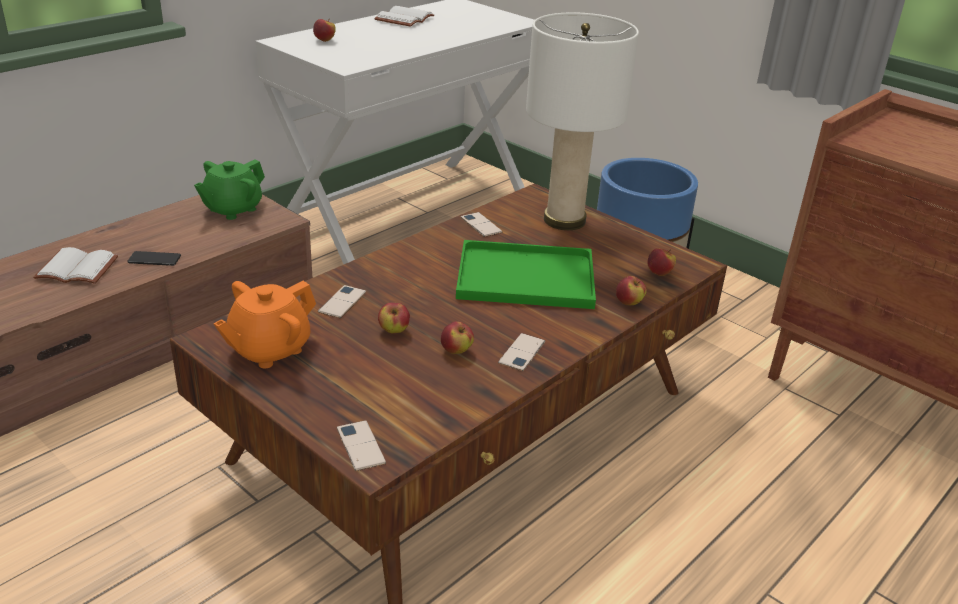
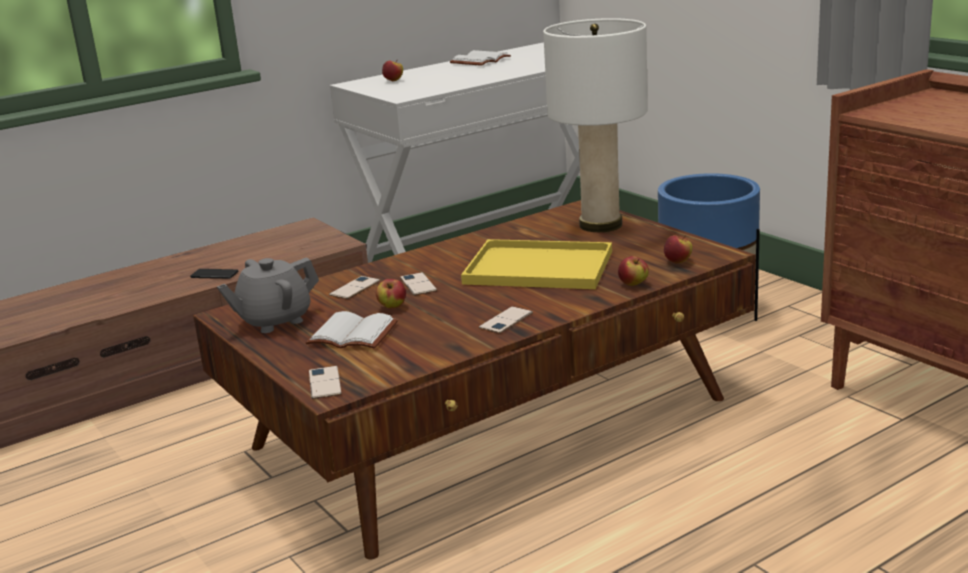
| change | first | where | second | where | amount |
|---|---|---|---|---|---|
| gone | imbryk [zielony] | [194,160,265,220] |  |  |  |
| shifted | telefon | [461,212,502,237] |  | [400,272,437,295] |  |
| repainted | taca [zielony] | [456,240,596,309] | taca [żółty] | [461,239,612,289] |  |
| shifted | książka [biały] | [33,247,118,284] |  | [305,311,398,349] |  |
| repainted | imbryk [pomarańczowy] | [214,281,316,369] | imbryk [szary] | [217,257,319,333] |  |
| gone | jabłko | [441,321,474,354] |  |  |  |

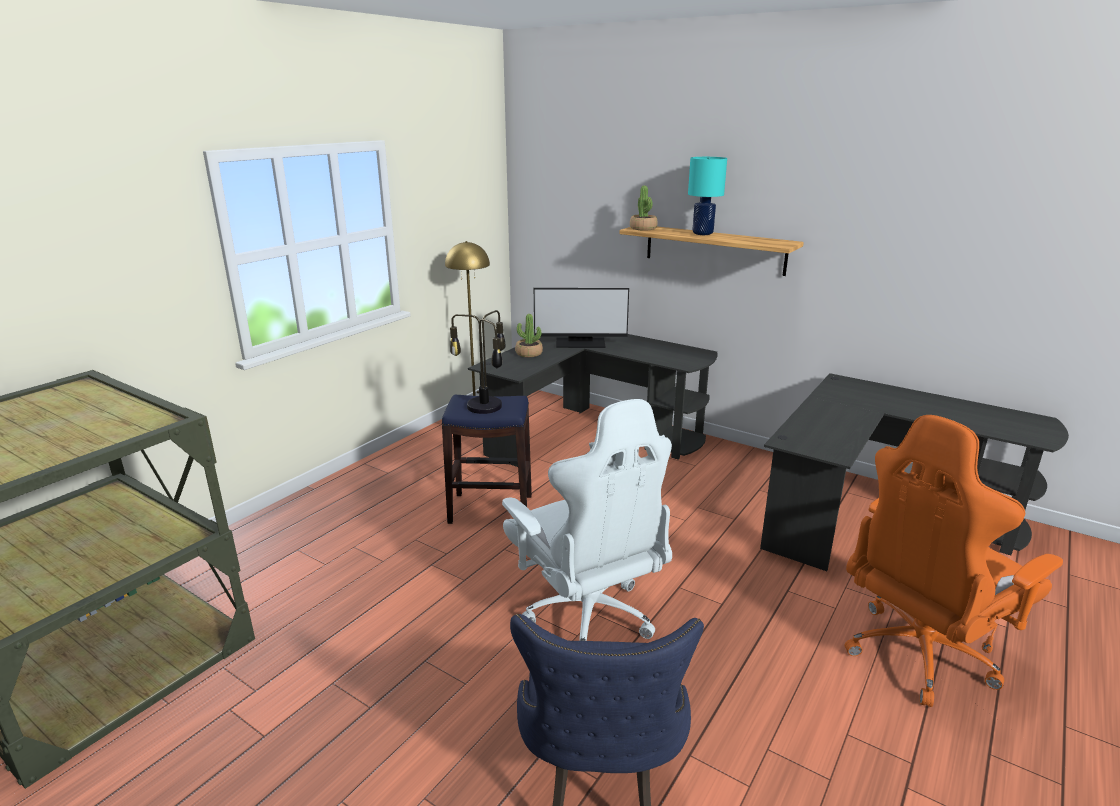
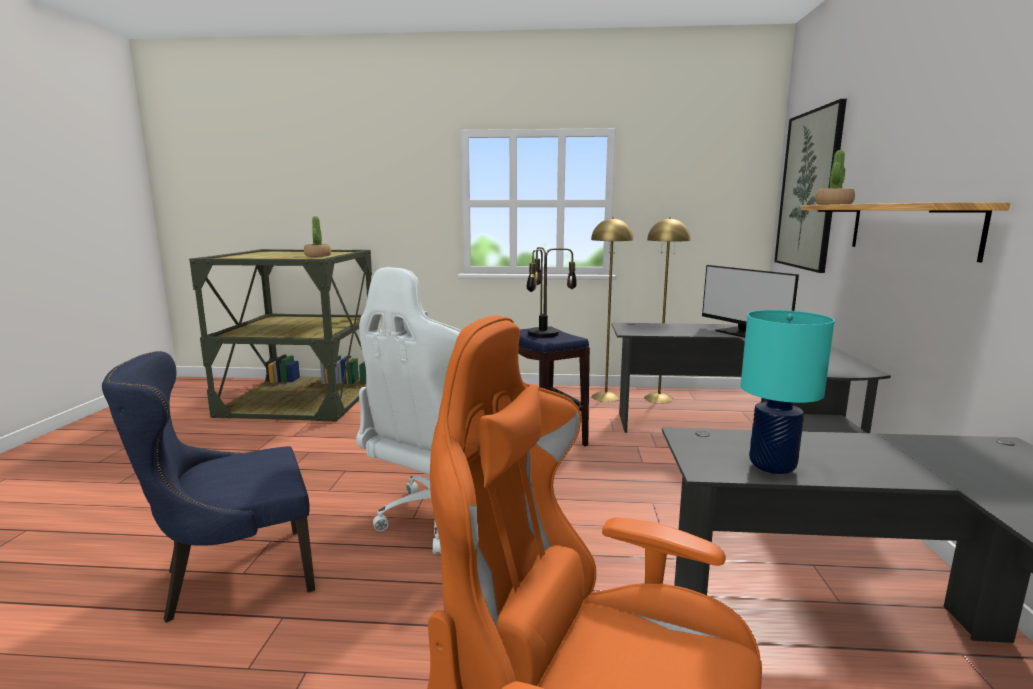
| change | first | where | second | where | amount |
|---|---|---|---|---|---|
| shifted | lampa stołowa [turkusowy] | [688,157,727,235] |  | [741,310,835,474] |  |
| shifted | roślina doniczkowa | [515,314,543,357] |  | [304,216,331,257] |  |
| new |  |  | obraz | [774,99,847,273] |  |
| new |  |  | lampa stojąca [żółty] | [591,217,633,402] |  |

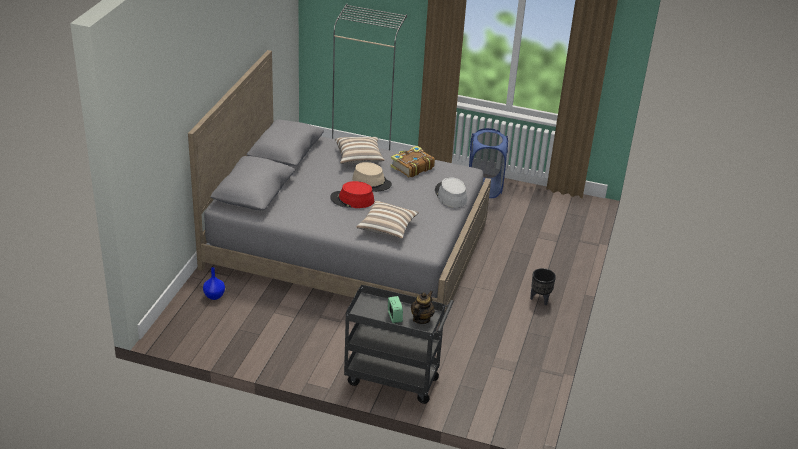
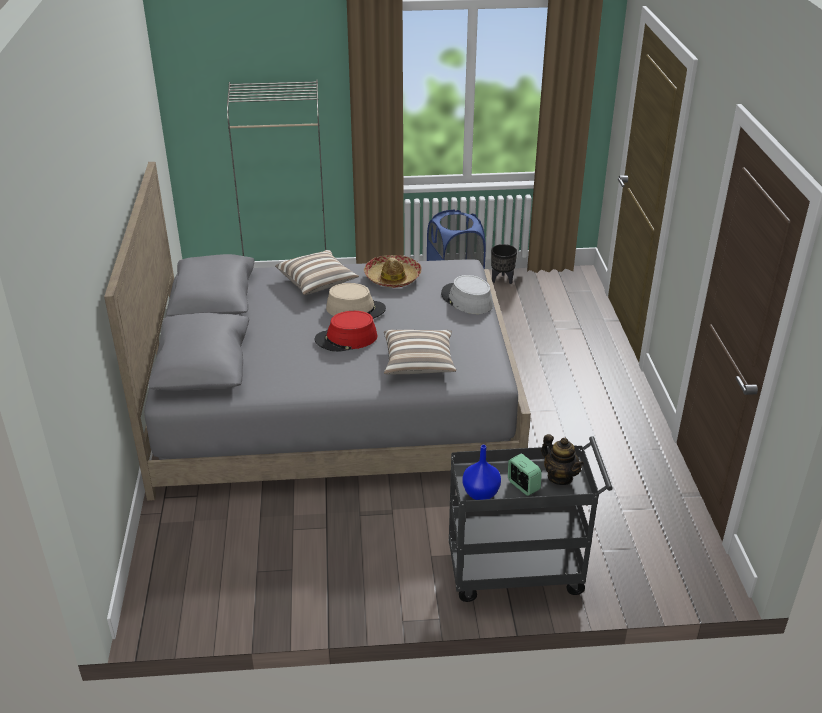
| change | first | where | second | where | amount |
|---|---|---|---|---|---|
| swapped | książka | [390,146,435,178] | kapelusz | [364,255,421,288] |  |
| shifted | wazon [niebieski] | [203,267,225,300] |  | [463,445,501,500] |  |
| shifted | donica [czarny] | [530,268,556,305] |  | [491,244,517,284] |  |
| rotated | imbryk | [411,291,435,324] |  | [541,434,584,485] | 135 degrees clockwise |

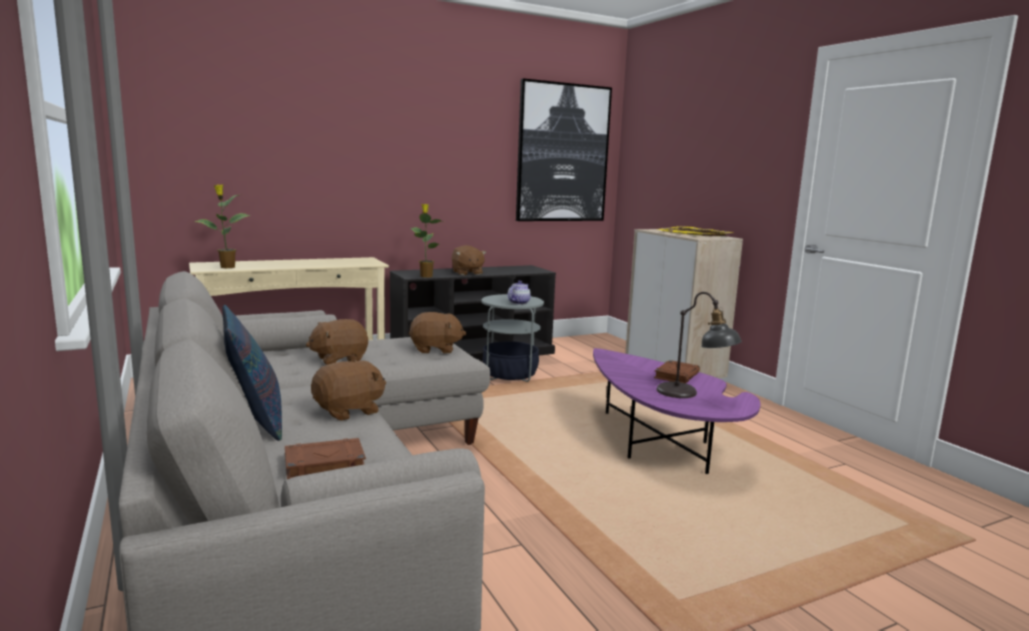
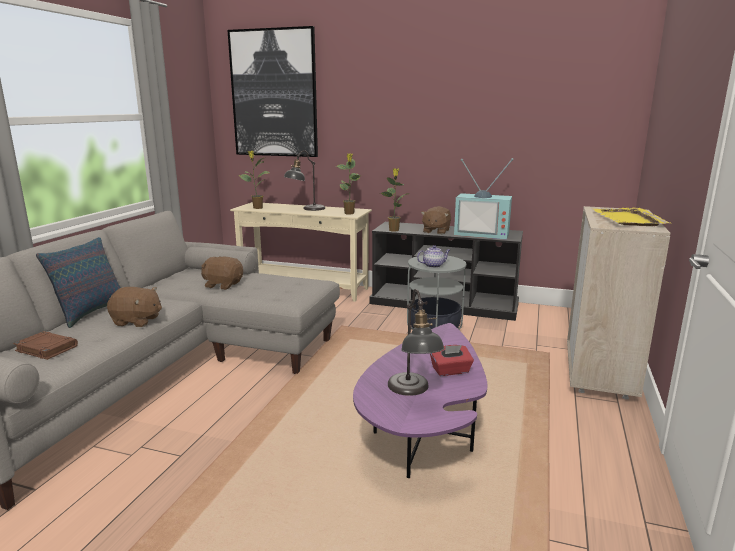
| change | first | where | second | where | amount |
|---|---|---|---|---|---|
| shifted | obraz | [516,78,612,221] |  | [228,26,318,157] |  |
| gone | pluszak [brązowy] | [409,312,466,353] |  |  |  |
| swapped | książka [brązowy] | [654,360,700,383] | pudełko chusteczek [czerwony] | [430,345,474,376] |  |
| new |  |  | lampa stołowa [szary] | [284,150,325,211] |  |
| new |  |  | roślina doniczkowa | [336,153,360,215] |  |
| new |  |  | telewizor | [454,158,514,239] |  |

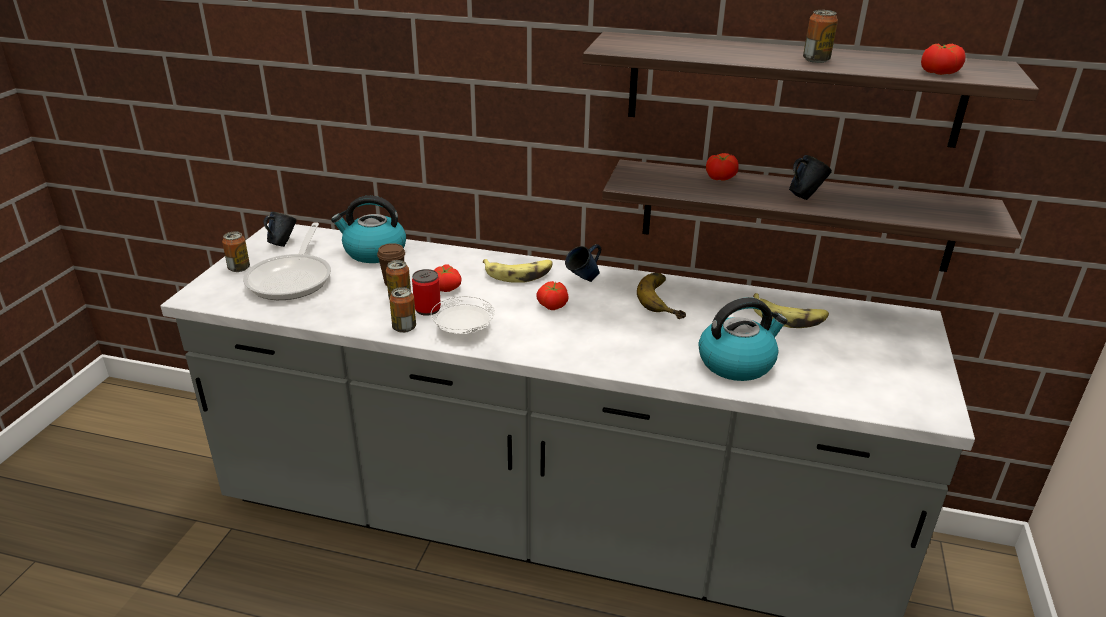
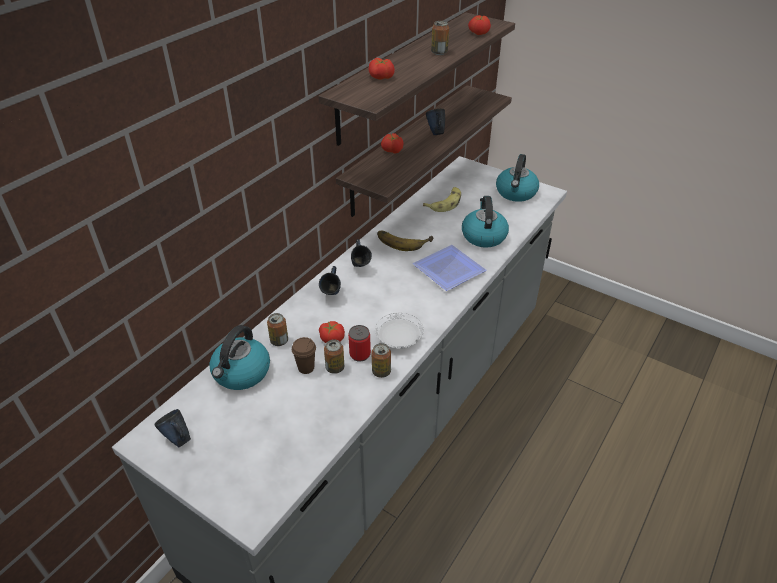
| change | first | where | second | where | amount |
|---|---|---|---|---|---|
| gone | patelnia | [243,222,331,300] |  |  |  |
| shifted | puszka | [222,231,250,272] |  | [267,313,288,346] |  |
| swapped | banan | [483,259,553,283] | kubek [niebieski] | [319,266,341,295] |  |
| shifted | pomidor | [536,281,569,310] |  | [369,58,395,80] |  |
| new |  |  | czajnik | [496,154,539,202] |  |
| new |  |  | talerz | [413,245,486,291] |  |

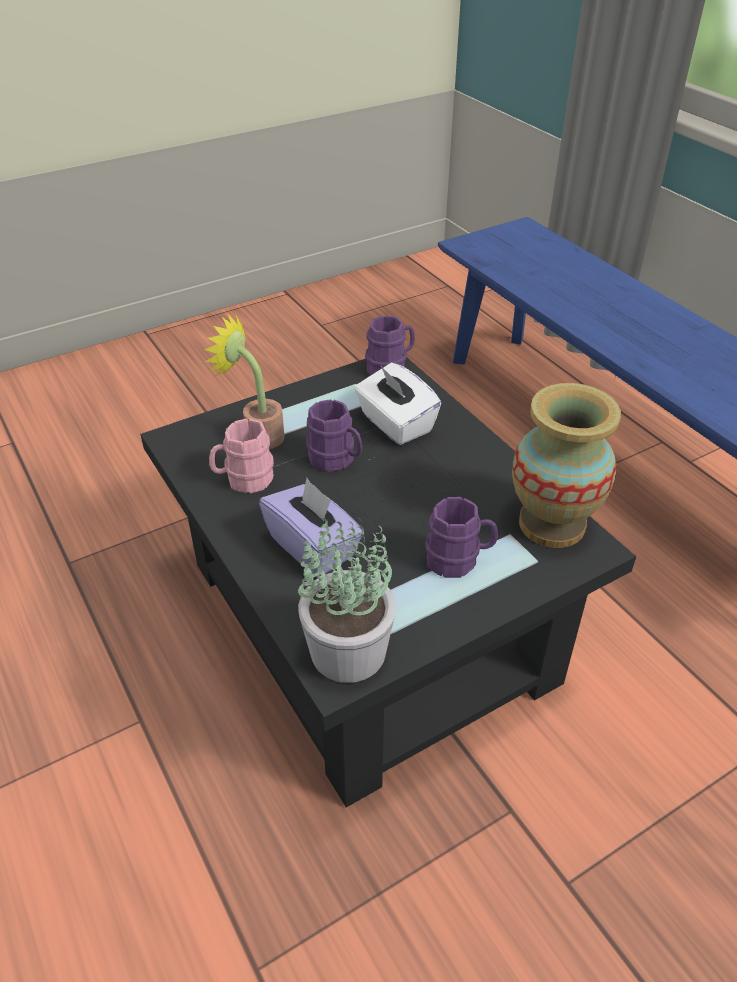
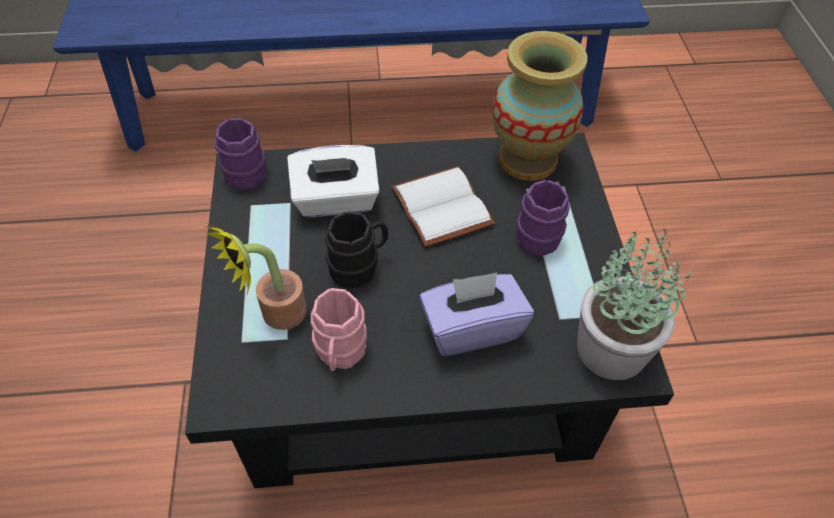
| change | first | where | second | where | amount |
|---|---|---|---|---|---|
| repainted | kubek [fioletowy] | [306,399,362,472] | kubek [czarny] | [325,211,388,288] |  |
| new |  |  | książka [biały] | [392,166,495,247] |  |

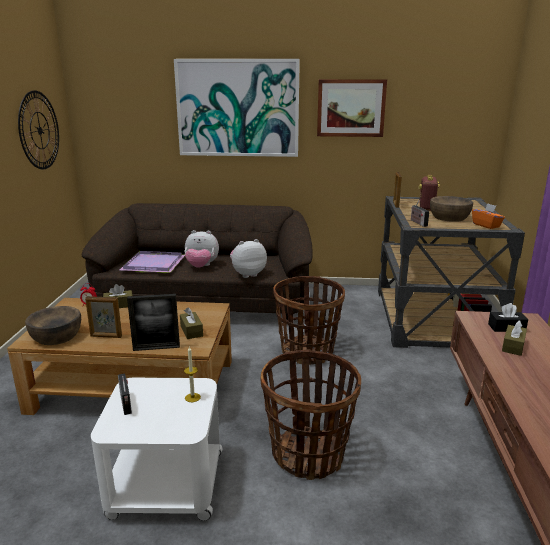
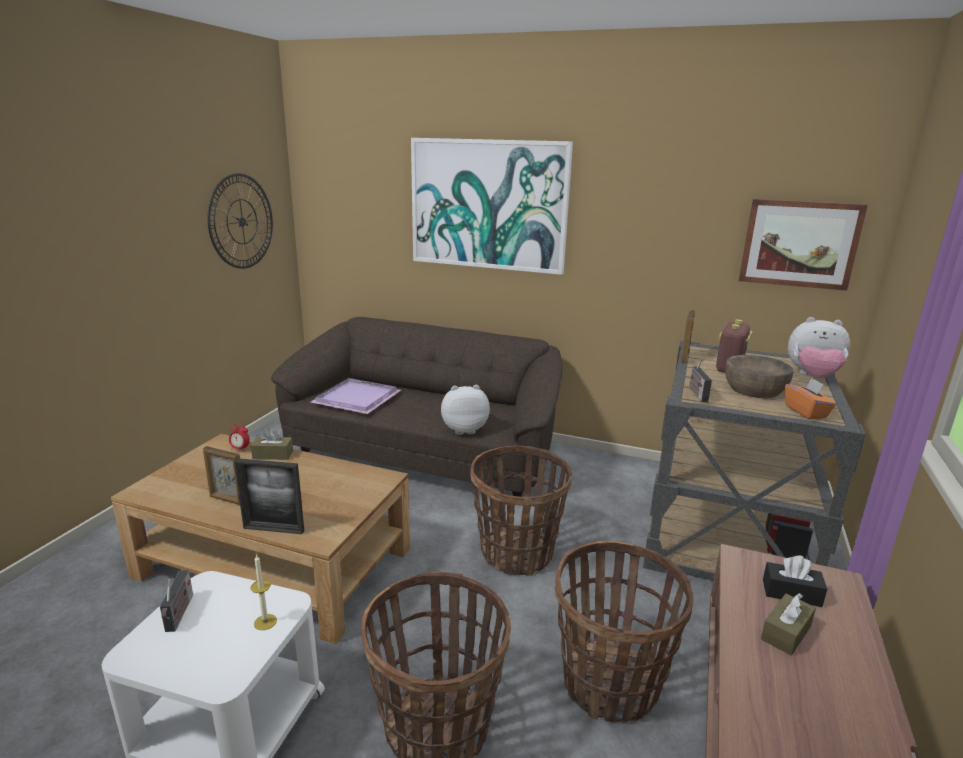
| change | first | where | second | where | amount |
|---|---|---|---|---|---|
| shifted | obraz | [317,79,387,137] |  | [739,199,868,291] |  |
| shifted | pluszak | [184,230,219,268] |  | [788,317,850,378] |  |
| gone | miska [brązowy] | [25,306,81,345] |  |  |  |
| gone | pudełko chusteczek [brązowy] | [180,307,203,339] |  |  |  |
| new |  |  | koszyk | [555,541,693,723] |  |

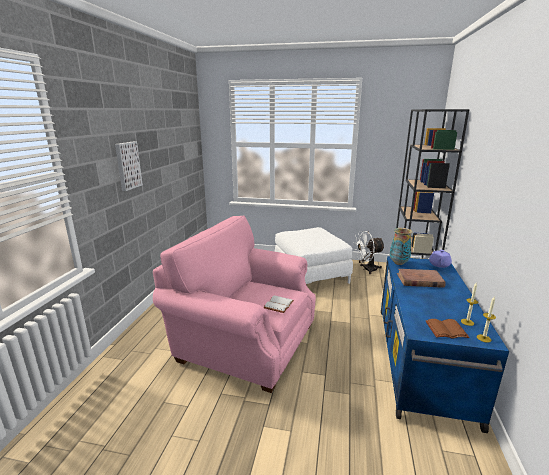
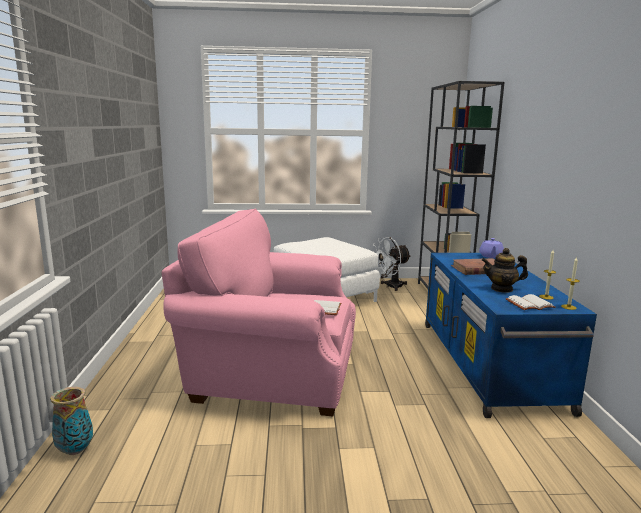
| change | first | where | second | where | amount |
|---|---|---|---|---|---|
| gone | obraz | [115,142,143,191] |  |  |  |
| shifted | wazon | [390,228,413,265] |  | [50,387,93,455] |  |
| repainted | książka [brązowy] | [426,319,470,339] | książka [biały] | [506,294,556,310] |  |
| new |  |  | imbryk | [481,248,528,293] |  |

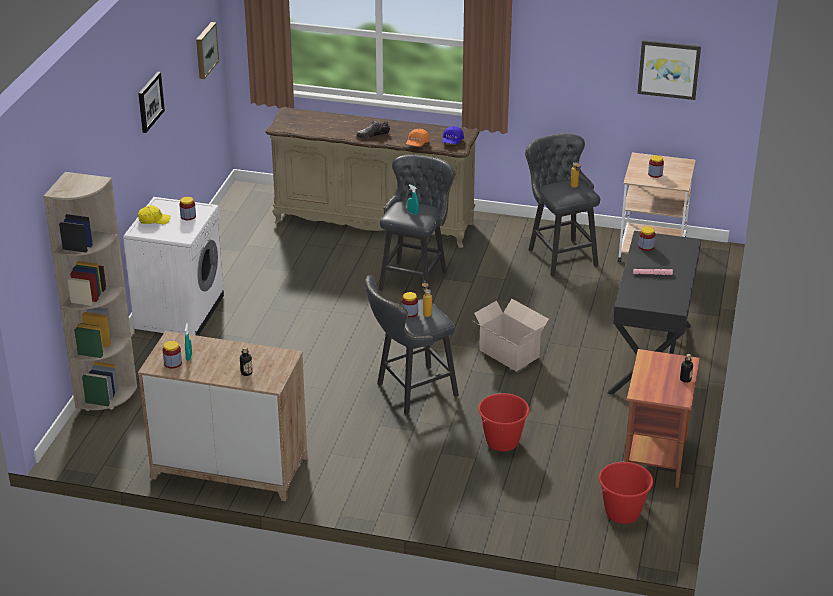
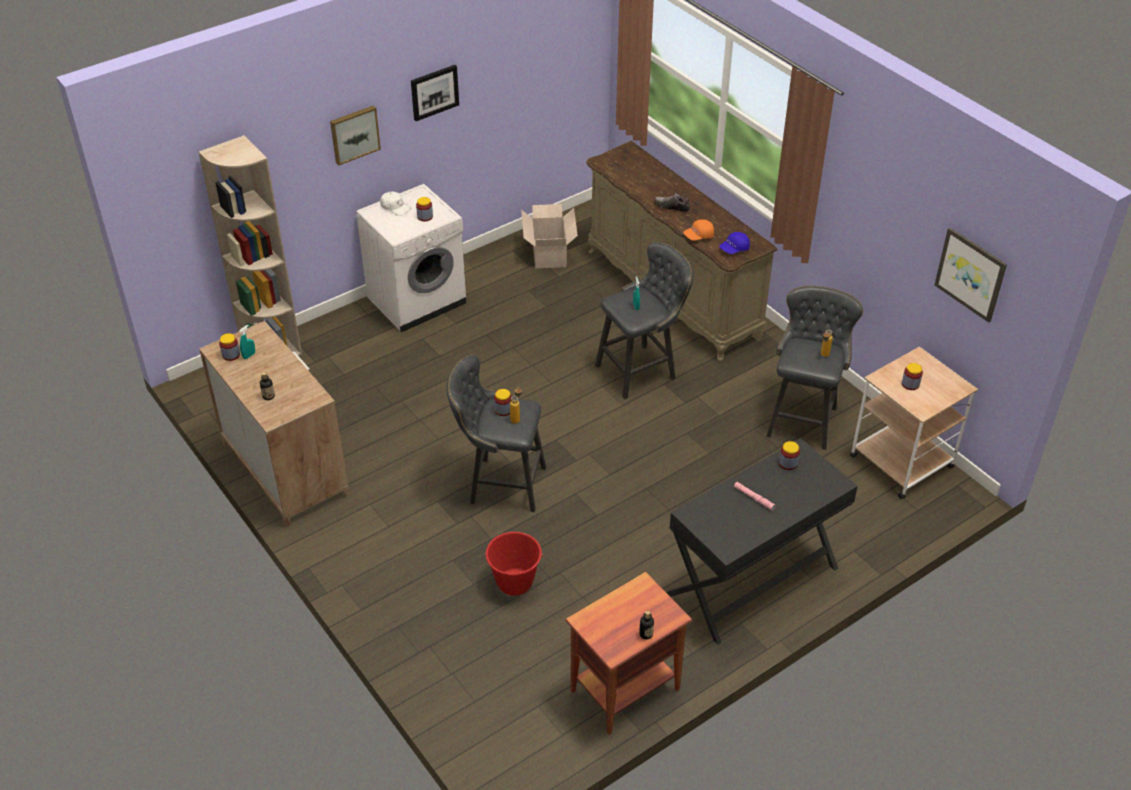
| change | first | where | second | where | amount |
|---|---|---|---|---|---|
| shifted | obraz | [196,22,219,79] |  | [330,106,381,165] |  |
| repainted | czapka z daszkiem [żółty] | [138,205,171,224] | czapka z daszkiem [biały] | [380,191,411,216] |  |
| shifted | karton | [473,299,549,371] |  | [521,204,578,268] |  |
| gone | wiadro [czerwony] | [598,462,653,524] |  |  |  |

